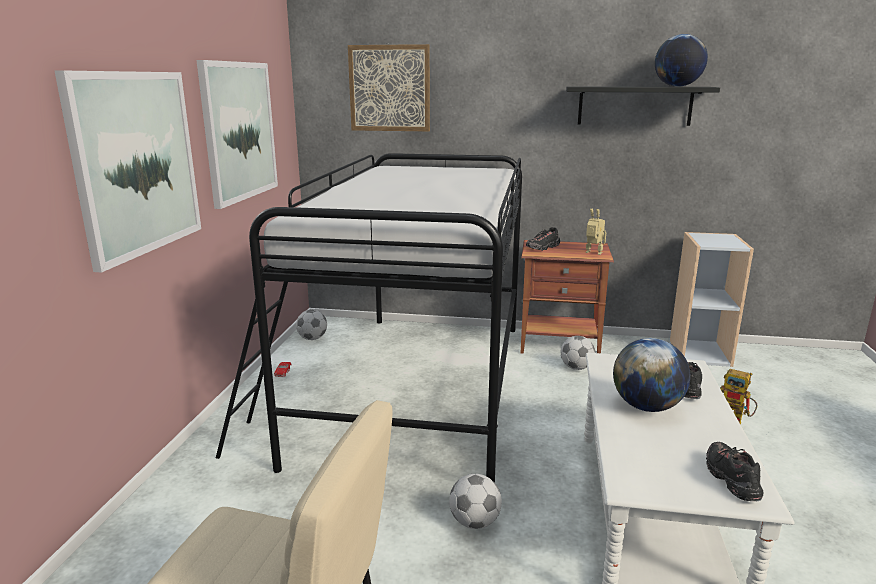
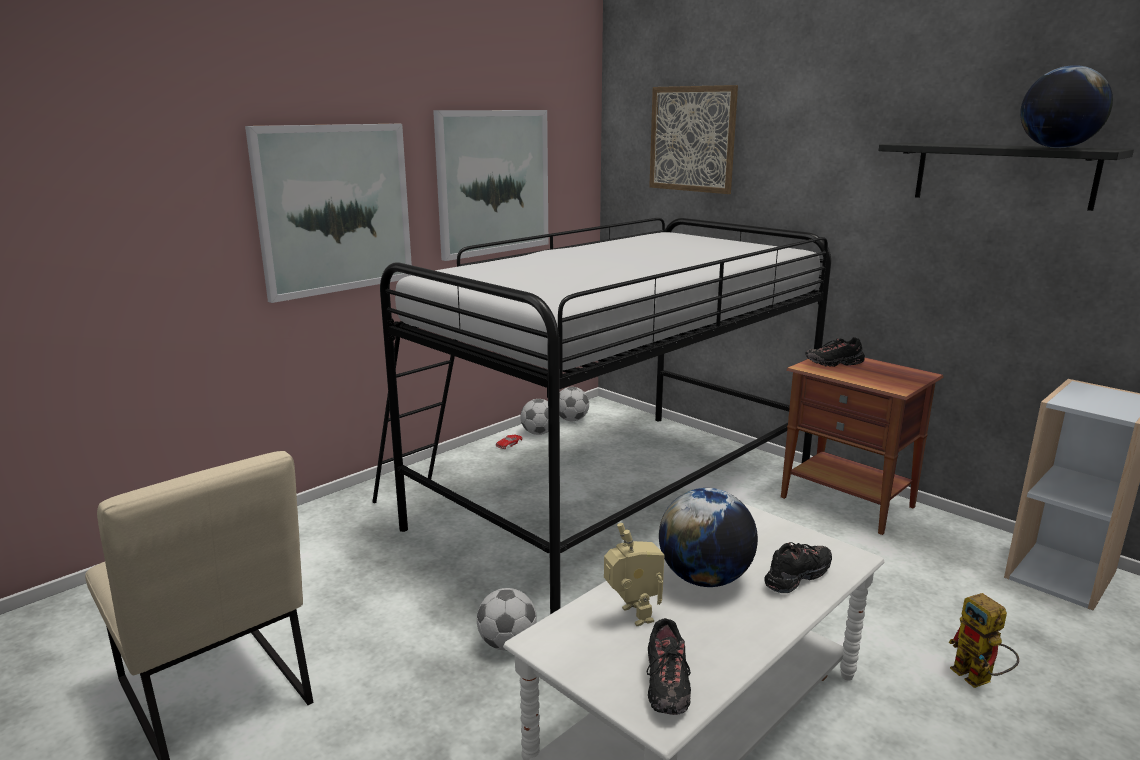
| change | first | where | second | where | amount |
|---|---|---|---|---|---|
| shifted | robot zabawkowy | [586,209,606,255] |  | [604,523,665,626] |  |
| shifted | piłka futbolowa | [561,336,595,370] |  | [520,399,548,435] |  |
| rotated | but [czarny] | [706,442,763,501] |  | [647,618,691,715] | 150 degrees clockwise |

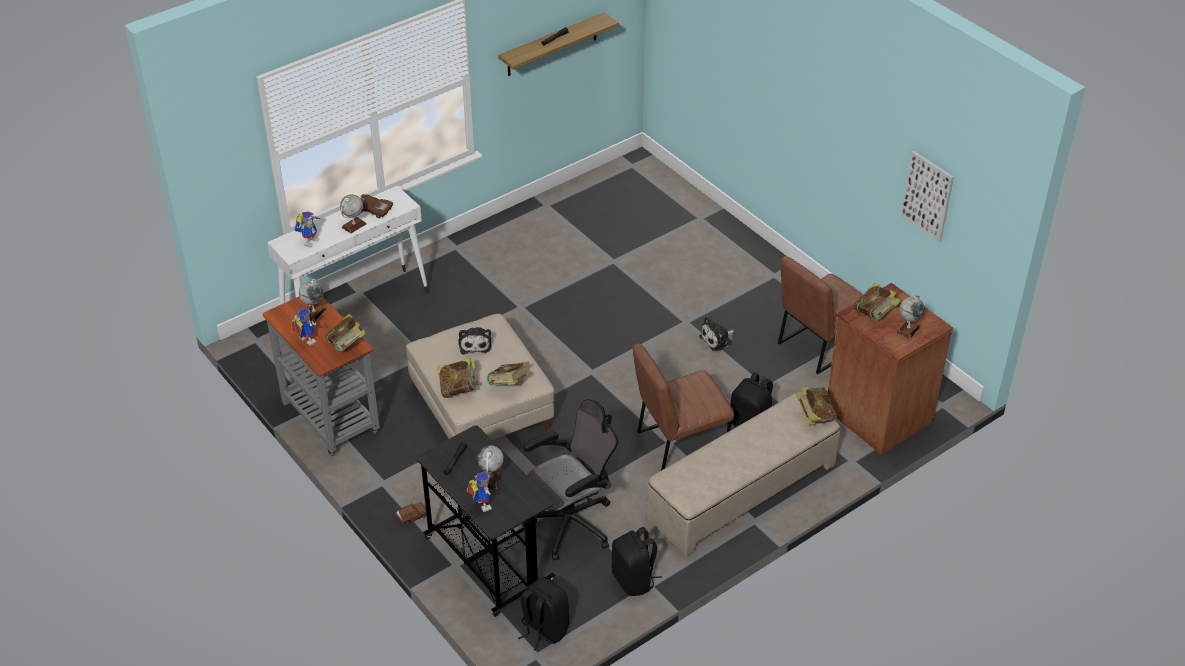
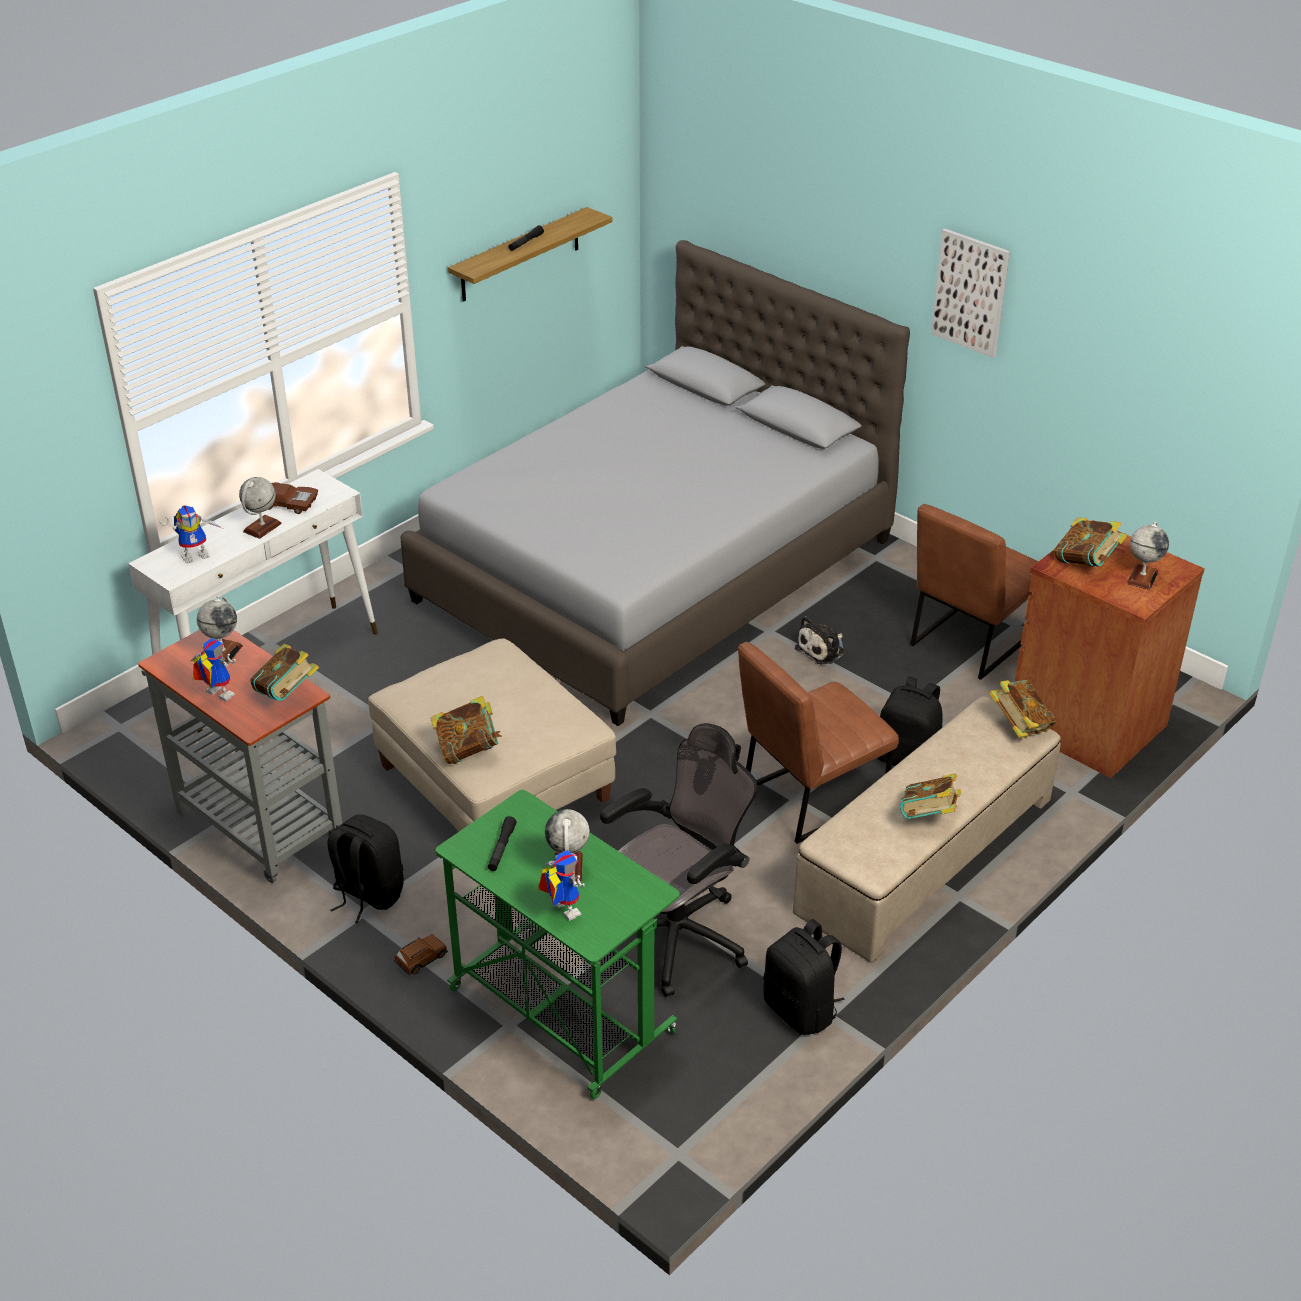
| change | first | where | second | where | amount |
|---|---|---|---|---|---|
| shifted | obraz | [901,151,954,242] |  | [931,229,1010,358] |  |
| rotated | robot zabawkowy | [295,211,320,248] |  | [159,505,222,563] | 45 degrees clockwise |
| gone | pluszak | [458,327,492,354] |  |  |  |
| shifted | książka | [487,362,531,386] |  | [900,773,961,819] |  |
| repainted | biurko [czarny] | [416,425,555,617] | biurko [zielony] | [436,790,680,1099] |  |
| shifted | plecak [czarny] | [518,578,570,651] |  | [328,814,404,923] |  |
| new |  |  | łóżko [szary] | [401,240,910,726] |  |

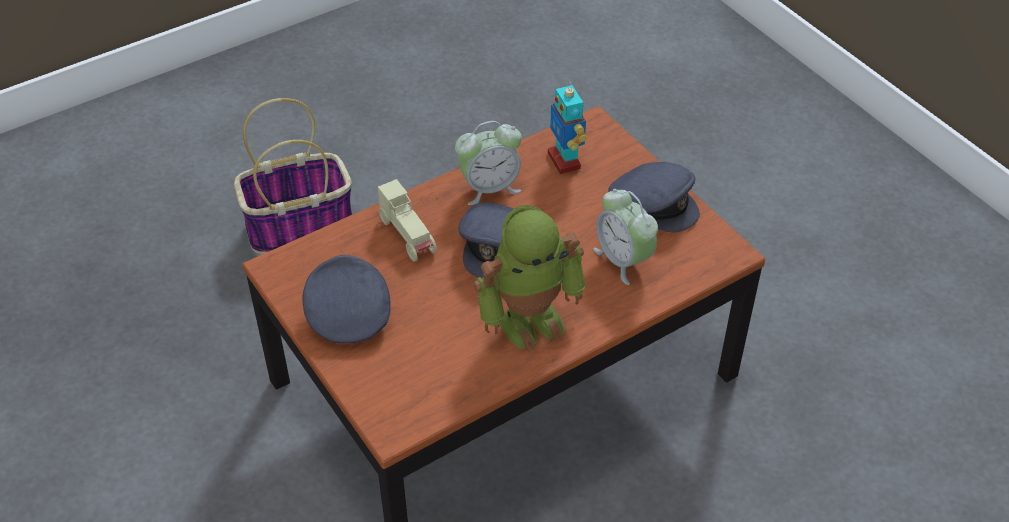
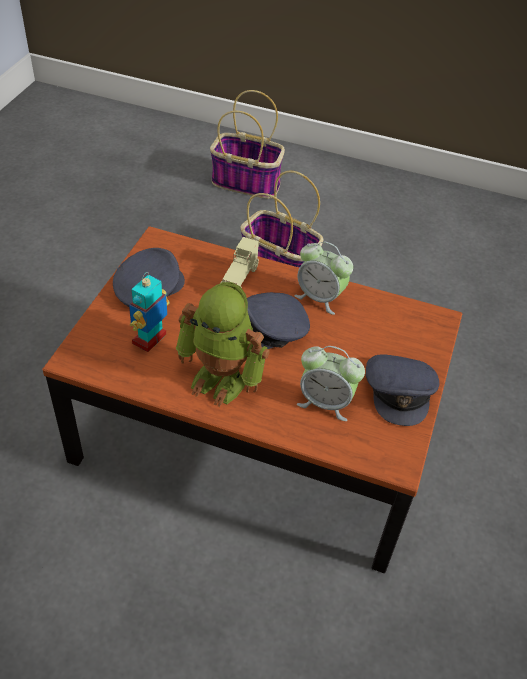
| change | first | where | second | where | amount |
|---|---|---|---|---|---|
| shifted | robot zabawkowy | [548,81,587,174] |  | [129,272,170,352] |  |
| rotated | budzik | [593,189,658,285] |  | [297,346,365,421] | 90 degrees counterclockwise |
| new |  |  | koszyk | [210,90,285,199] |  |

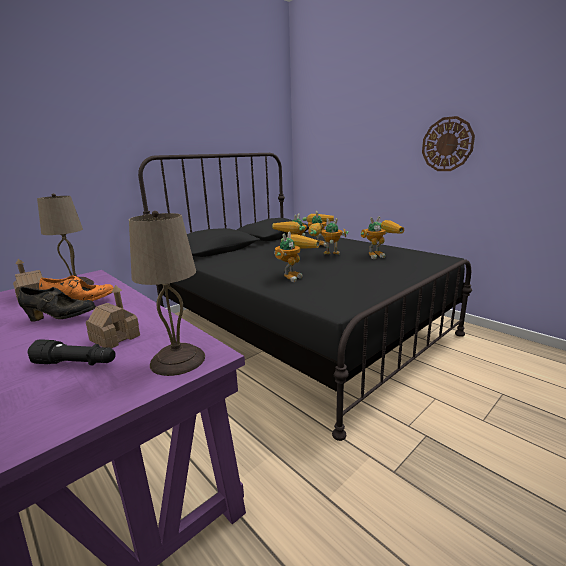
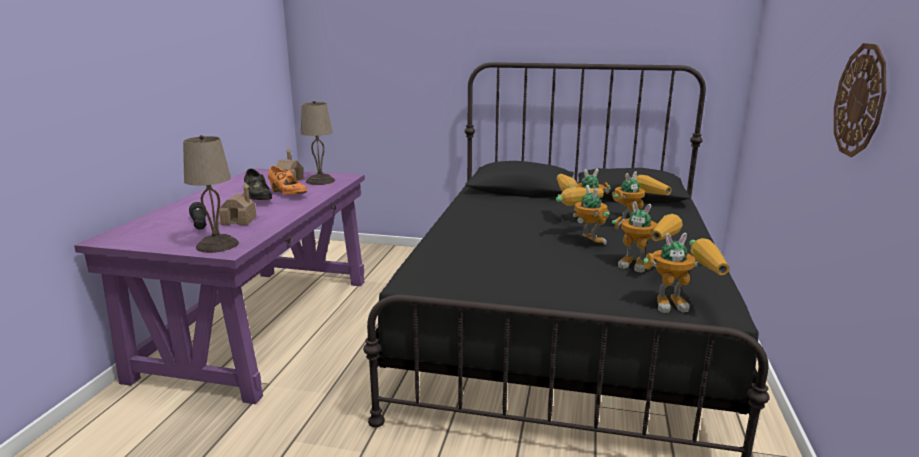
| change | first | where | second | where | amount |
|---|---|---|---|---|---|
| shifted | robot zabawkowy | [274,231,320,282] |  | [642,233,729,313] |  |

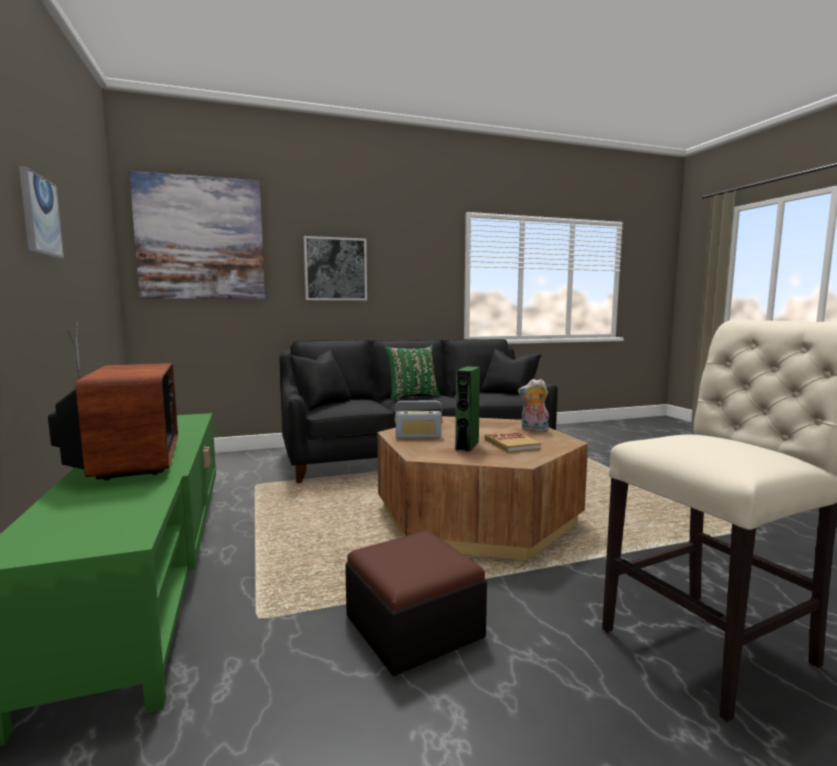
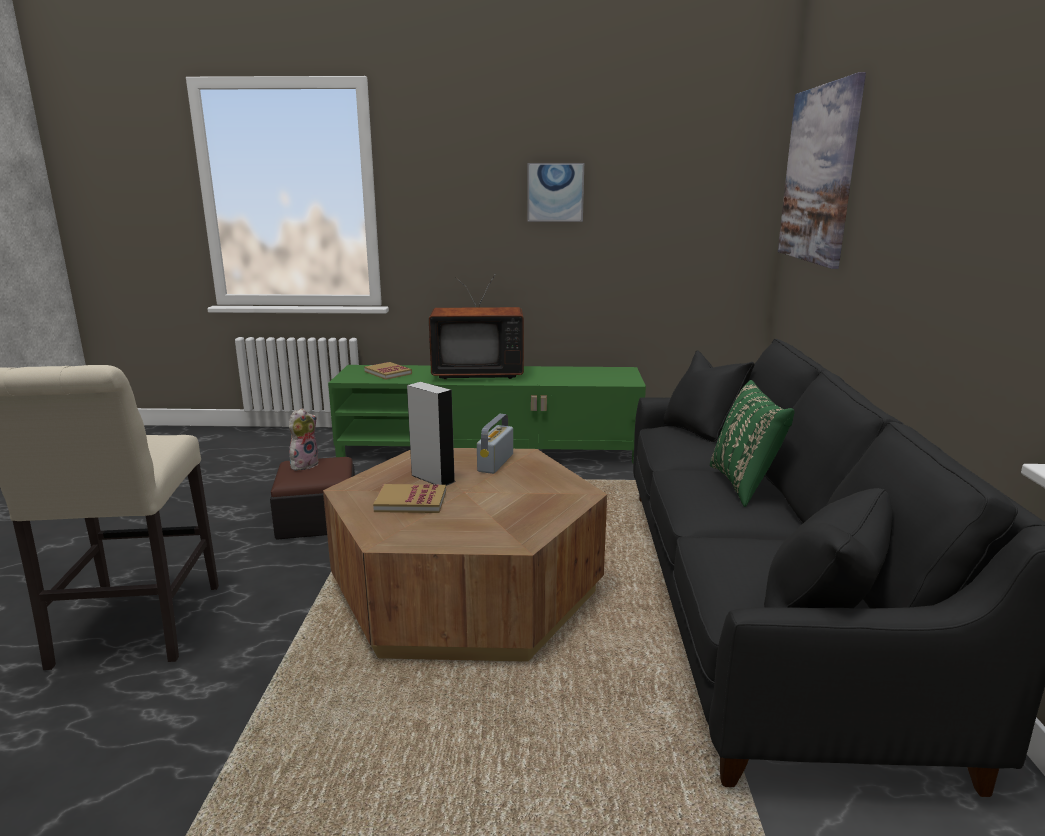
| change | first | where | second | where | amount |
|---|---|---|---|---|---|
| gone | obraz | [304,236,367,300] |  |  |  |
| repainted | głośnik [zielony] | [455,366,480,452] | głośnik [szary] | [407,382,455,486] |  |
| shifted | pluszak | [518,379,549,432] |  | [289,408,319,471] |  |
| new |  |  | książka | [364,362,412,380] |  |

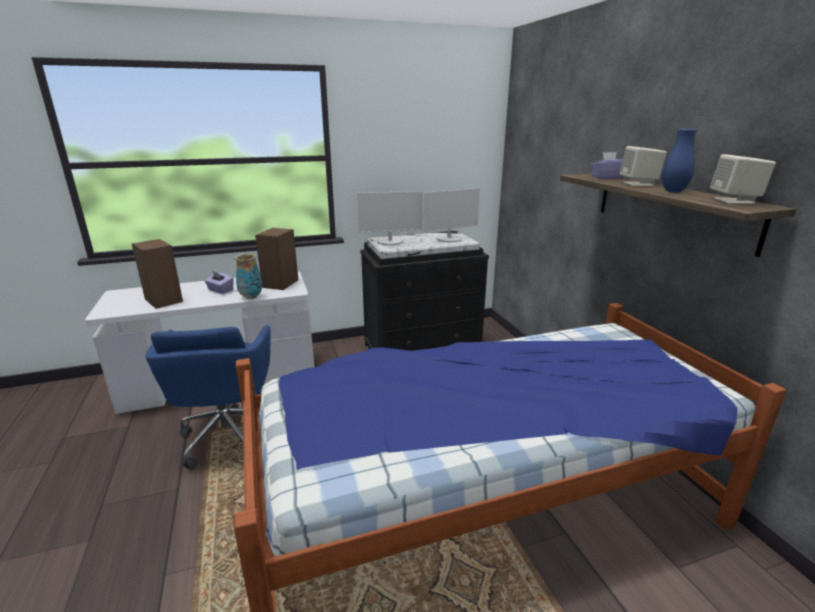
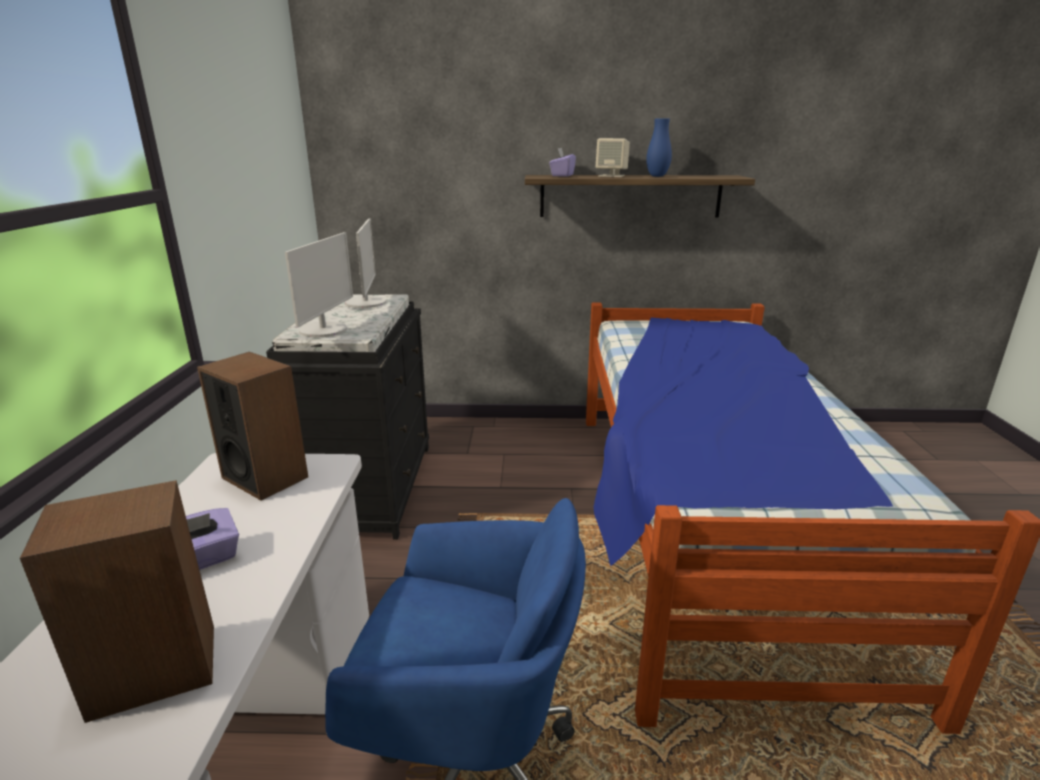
| change | first | where | second | where | amount |
|---|---|---|---|---|---|
| gone | głośnik [beżowy] | [710,154,776,204] |  |  |  |
| gone | wazon | [234,254,263,299] |  |  |  |

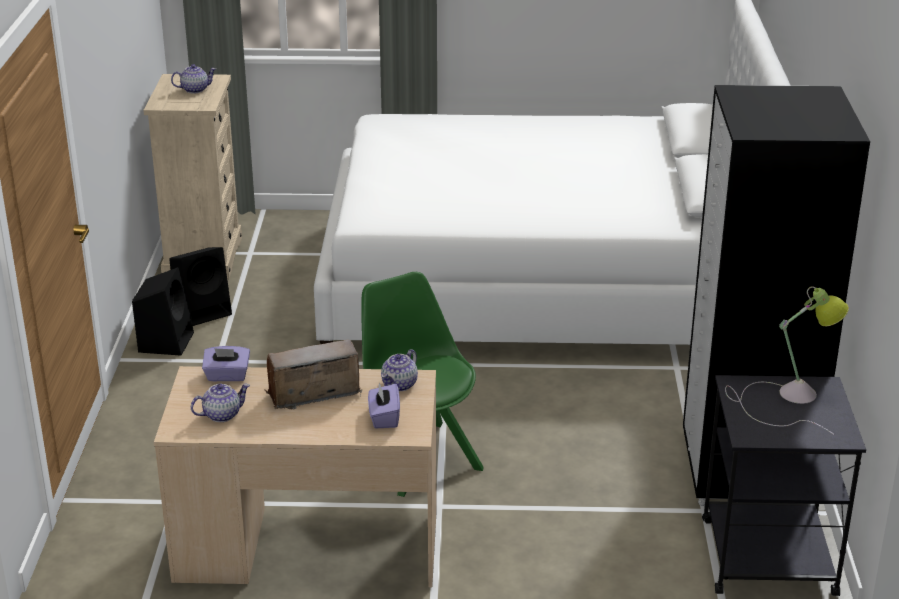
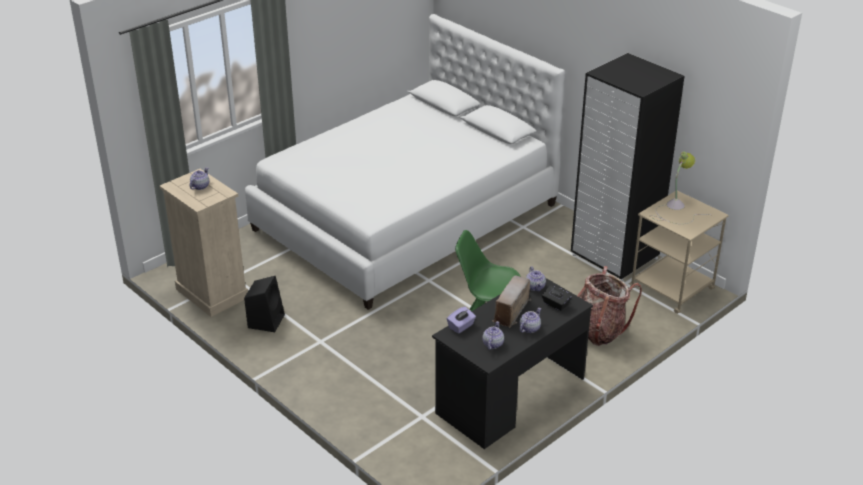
| change | first | where | second | where | amount |
|---|---|---|---|---|---|
| gone | głośnik [czarny] | [132,267,194,356] |  |  |  |
| repainted | biurko [beżowy] | [154,366,437,587] | biurko [czarny] | [432,278,593,449] |  |
| repainted | wózek [czarny] | [702,375,866,596] | wózek [beżowy] | [630,191,729,314] |  |
| repainted | pudełko chusteczek [fioletowy] | [368,383,400,428] | pudełko chusteczek [czarny] | [542,285,572,311] |  |
| new |  |  | plecak | [577,266,642,346] |  |
| new |  |  | imbryk | [520,308,541,333] |  |

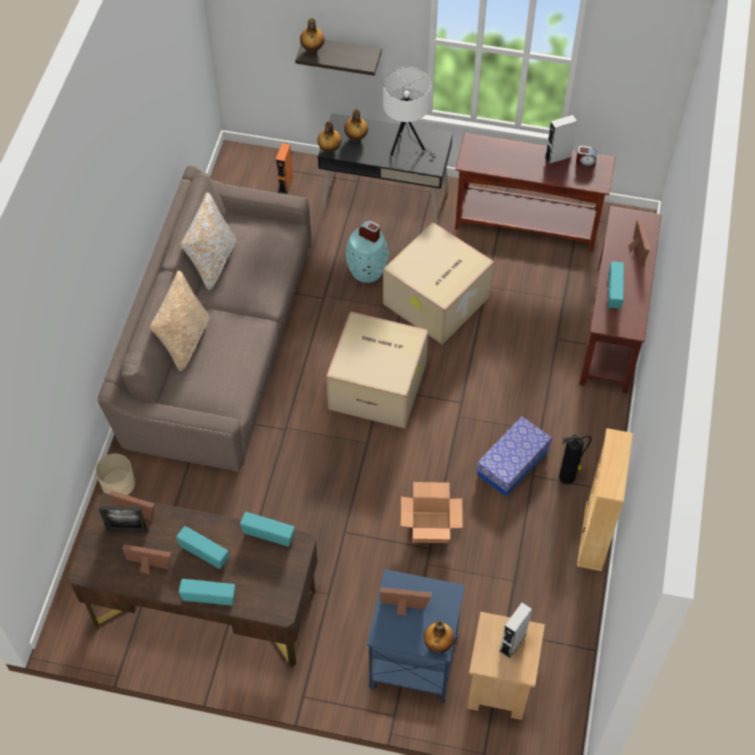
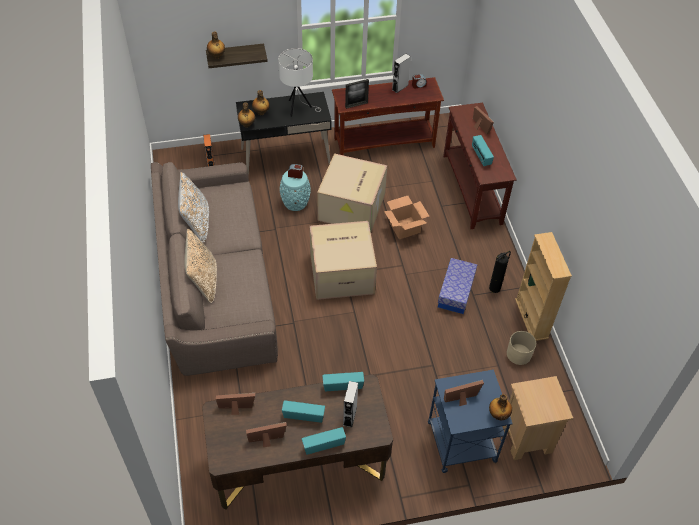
| change | first | where | second | where | amount |
|---|---|---|---|---|---|
| shifted | donica [beżowy] | [96,453,135,495] |  | [507,331,536,365] |  |
| shifted | karton | [401,482,463,543] |  | [384,196,429,239] |  |
| shifted | ramka na zdjęcie | [99,506,147,534] |  | [345,79,369,109] |  |
| shifted | głośnik [szary] | [499,602,532,658] |  | [343,381,358,427] |  |

